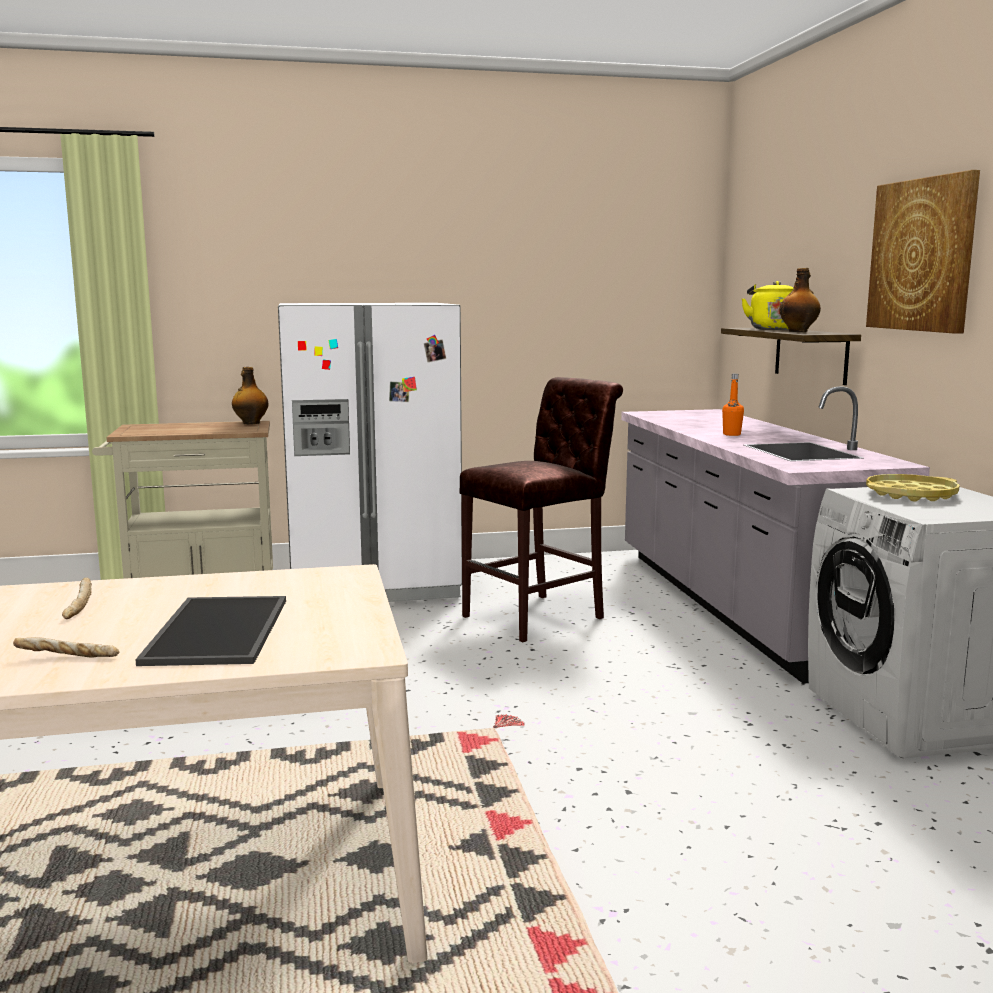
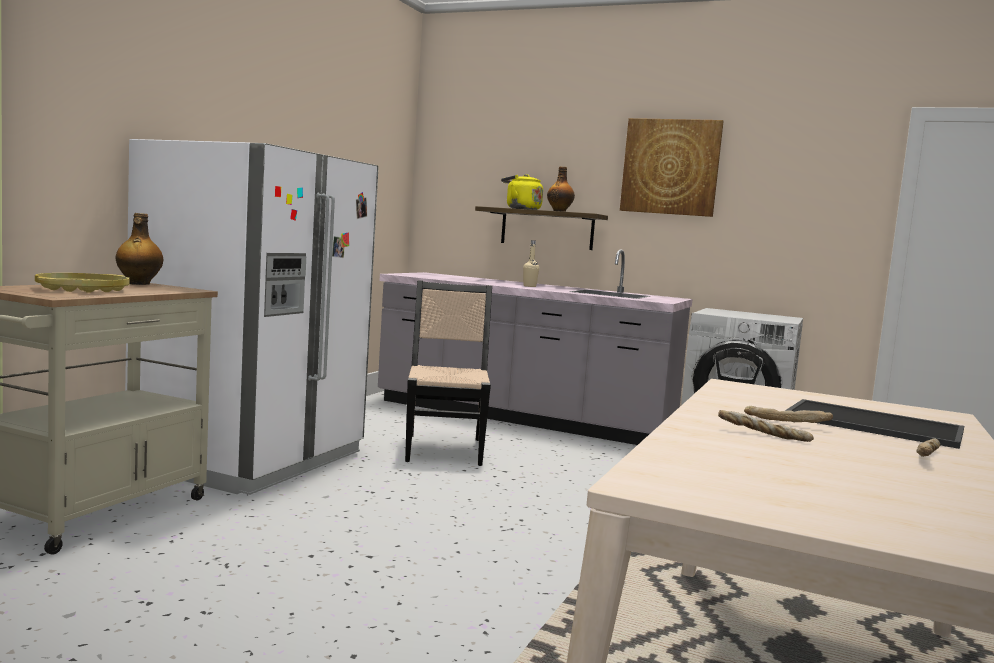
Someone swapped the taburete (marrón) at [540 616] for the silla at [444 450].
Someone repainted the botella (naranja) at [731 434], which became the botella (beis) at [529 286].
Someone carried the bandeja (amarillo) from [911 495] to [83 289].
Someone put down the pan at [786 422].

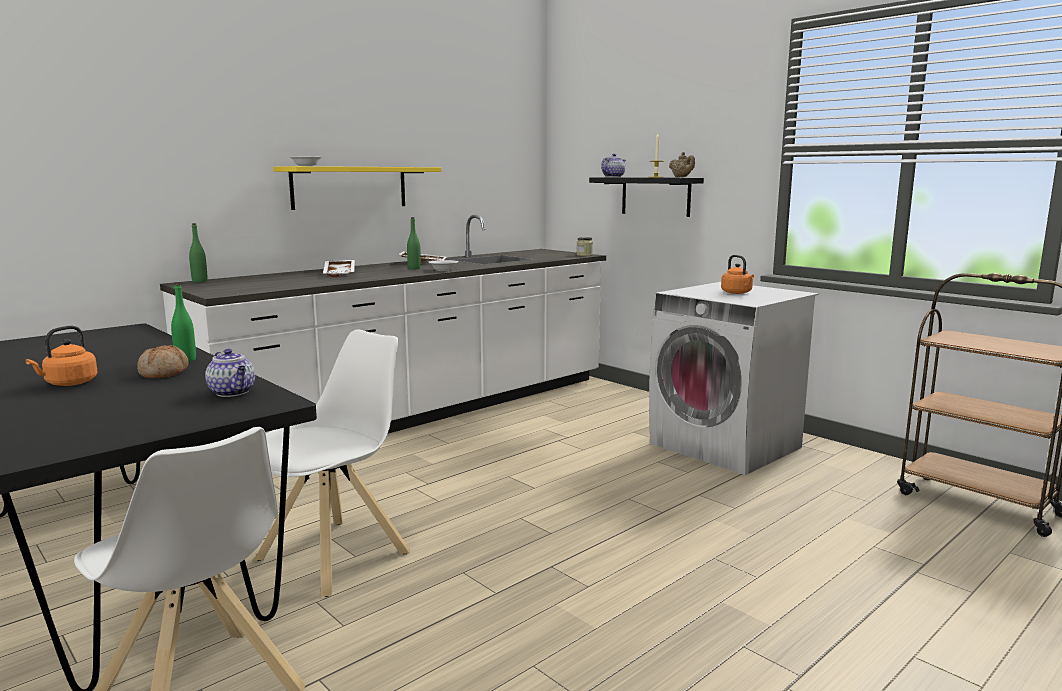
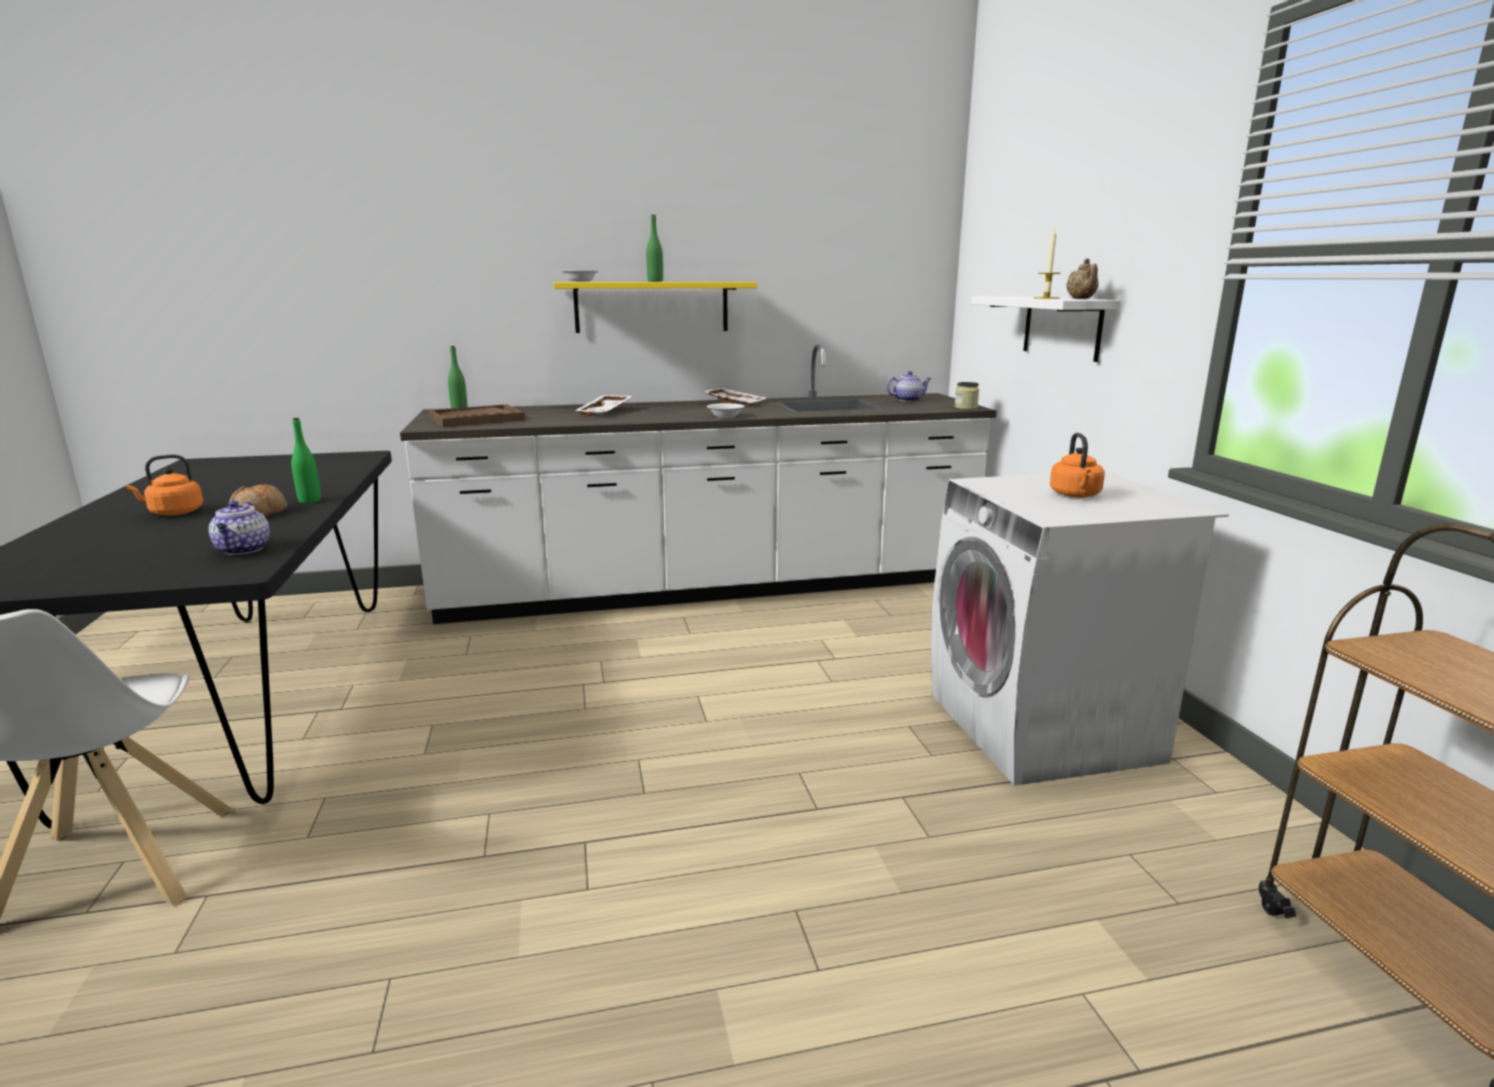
Someone took away the silla (blanco) at [337 553].
Someone carried the botella (verde) from [414 268] to [655 281].
Someone repainted the estante (negro) at [655 196], which became the estante (blanco) at [1062 327].
Someone carried the tetera from [613 177] to [908 400].
Someone put down the bandeja (marrón) at [477 419].

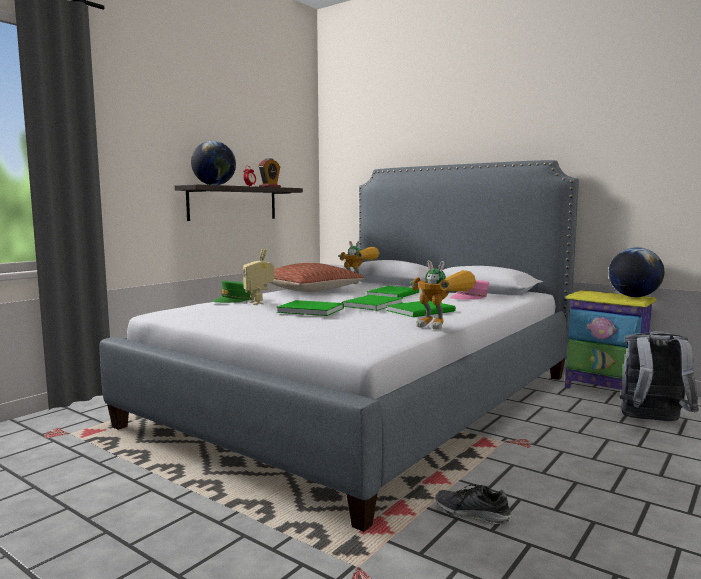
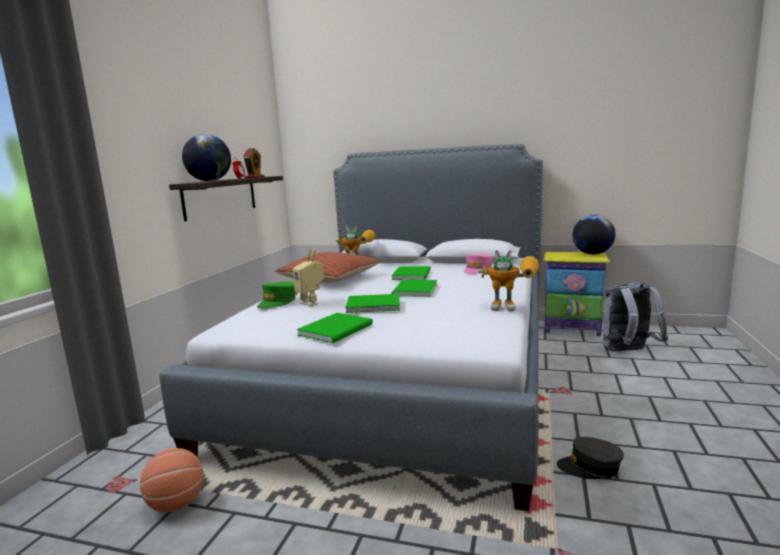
Someone carried the libro (verde) from [423 311] to [338 329].
Someone swapped the zapato at [472 513] for the gorra (gris) at [590 467].
Someone put down the balón de baloncesto at [176 504].

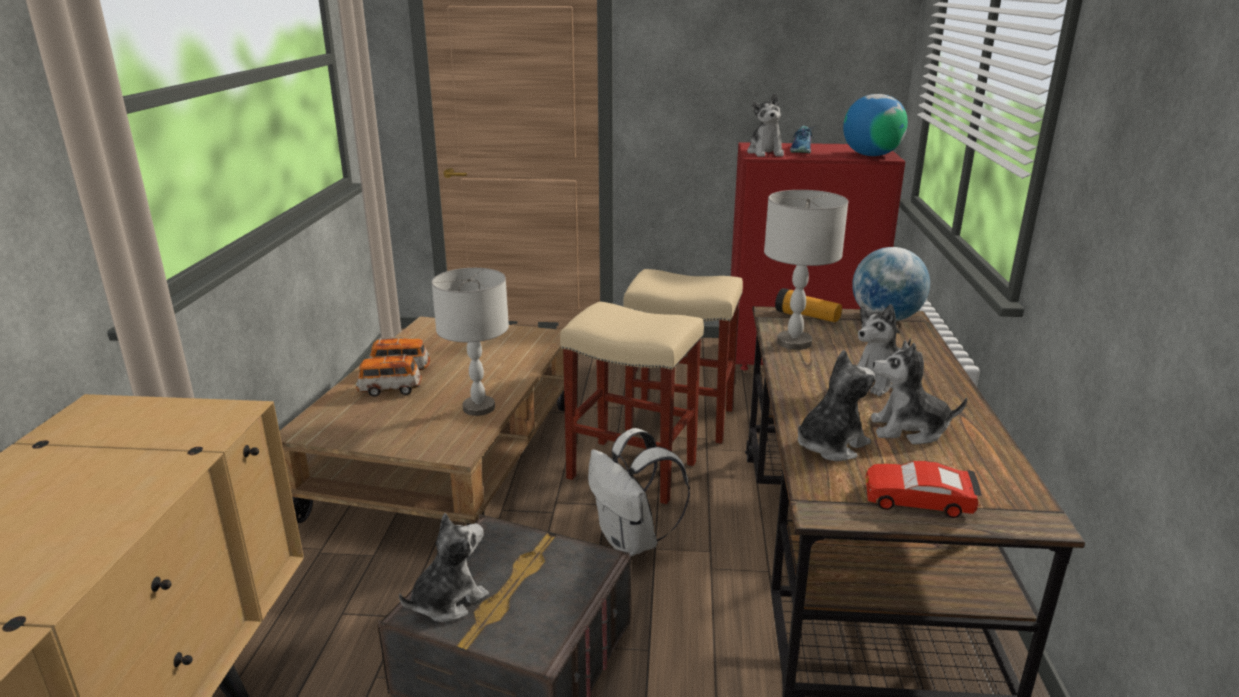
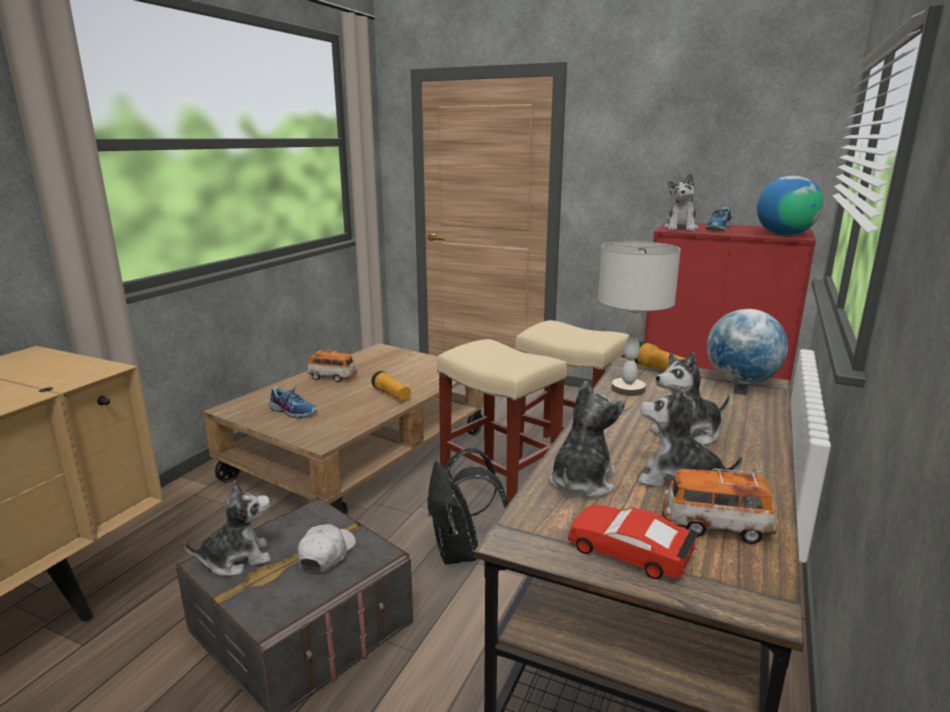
Someone carried the coche de juguete from [390 390] to [715 527].
Someone took away the lámpara de mesa (gris) at [479 407].
Someone repainted the mochila (blanco) at [632 542], which became the mochila (negro) at [461 552].
Someone rotated the peluche at [830 445] by 45 degrees counterclockwise.
Someone put down the zapato at [293 411].
Someone put down the gorra (blanco) at [326 554].
Someone put down the linterna at [391 395].

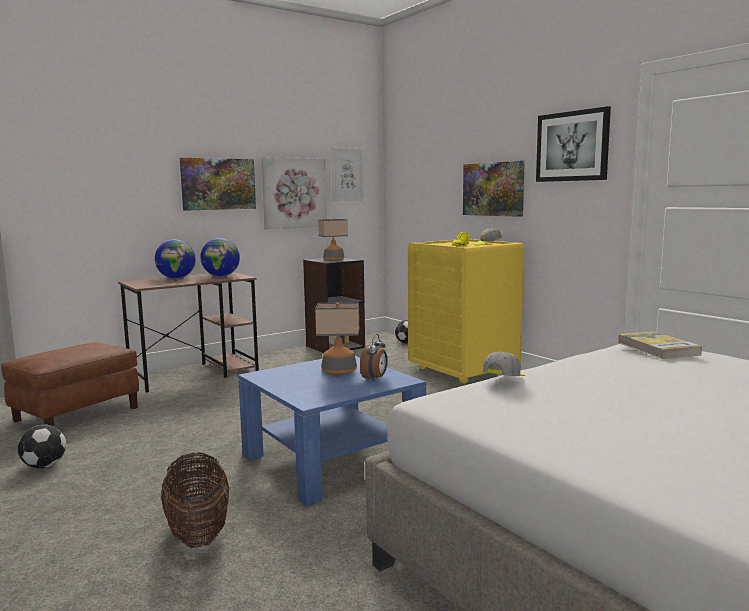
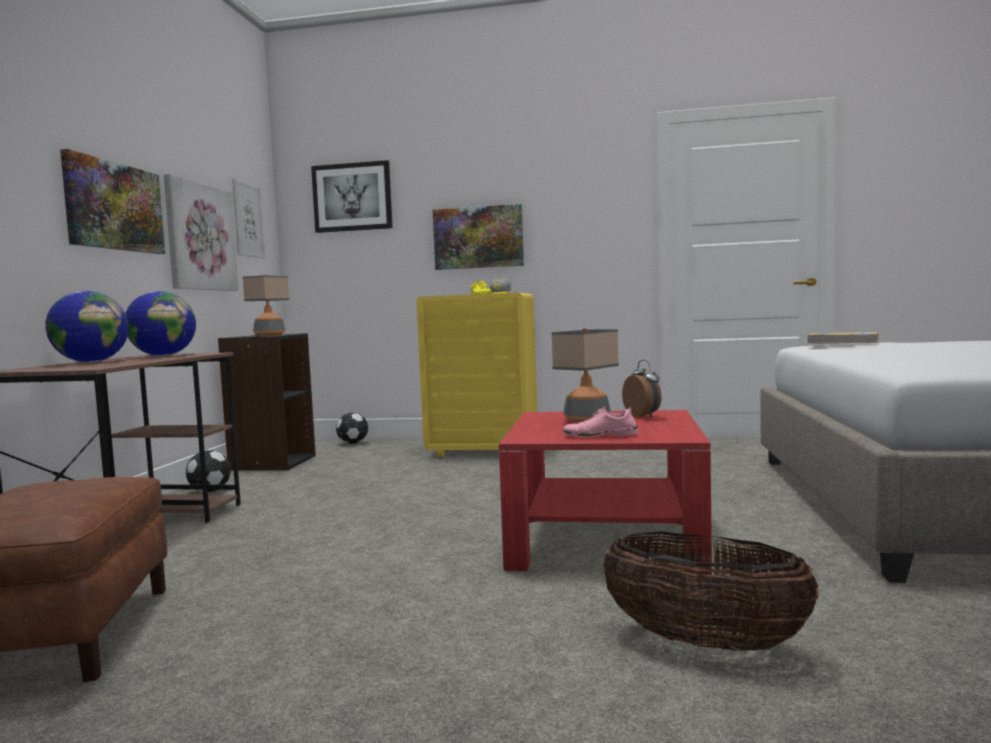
Someone carried the balón de fútbol from [44 466] to [210 491].
Someone repainted the mesa de centro (azul) at [332 460], which became the mesa de centro (rojo) at [605 538].
Someone took away the gorra at [504 380].
Someone carried the cuadro from [572 146] to [352 197].
Someone put down the zapato (rosa) at [600 435].

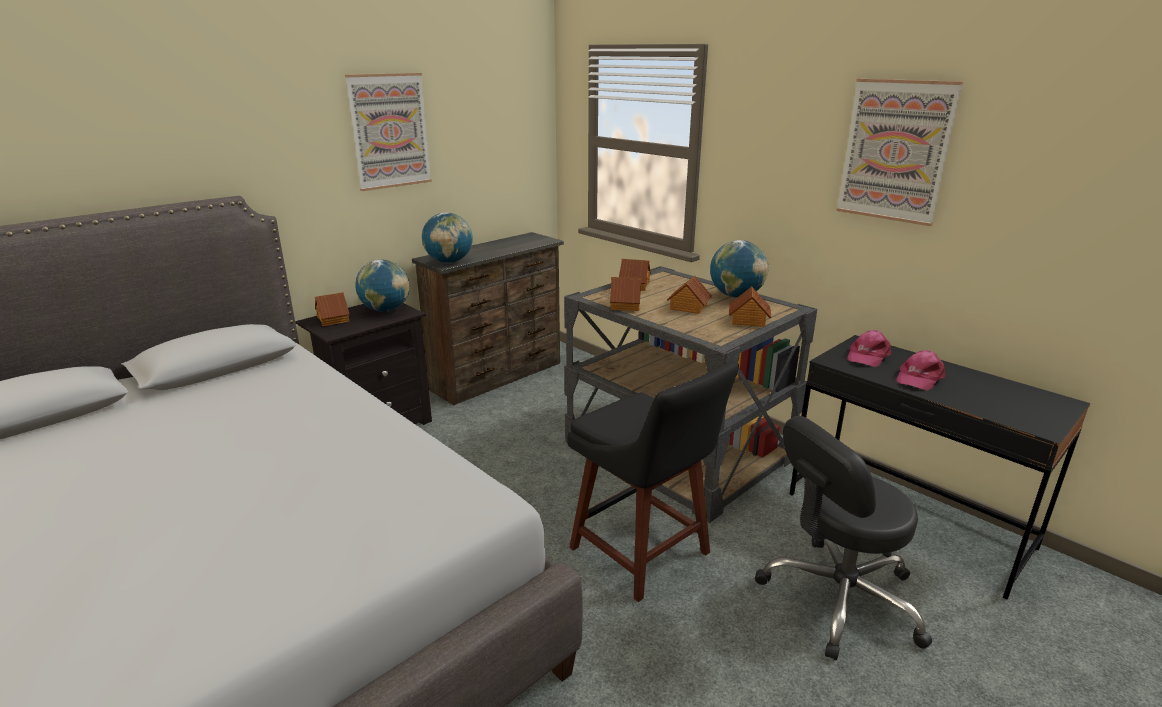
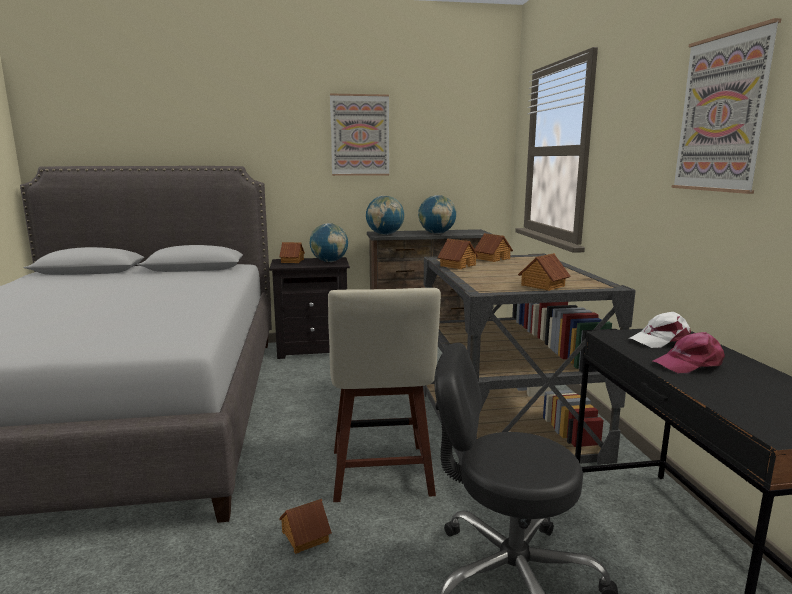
Someone repainted the taburete (negro) at [643 554], which became the taburete (beis) at [381 475].
Someone carried the casita from [688 307] to [304 536].
Someone carried the globo terráqueo from [736 296] to [436 233].
Someone repainted the gorra (rosa) at [867 356], which became the gorra (blanco) at [660 340].

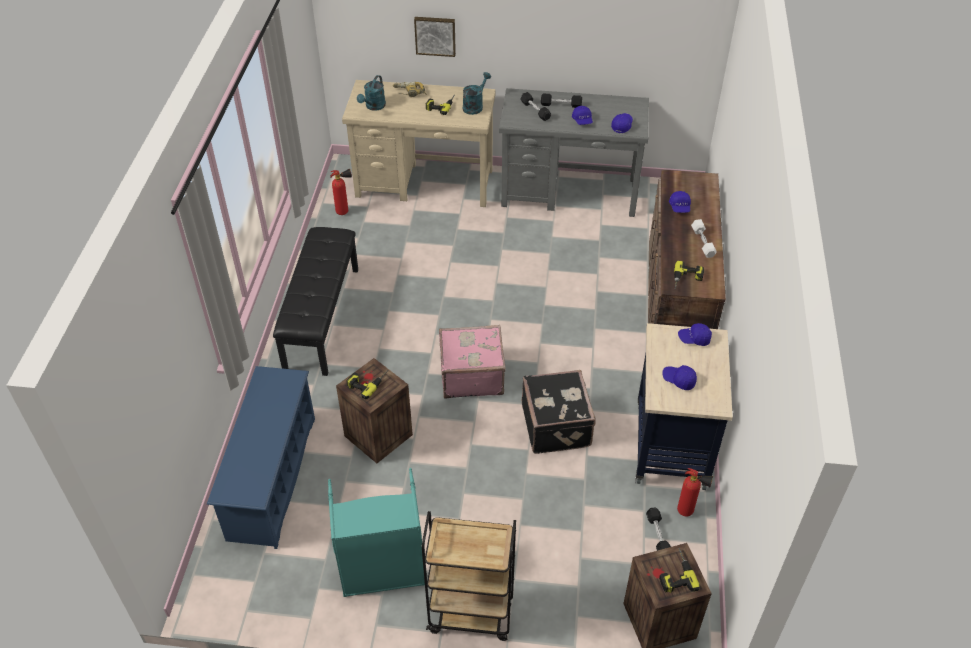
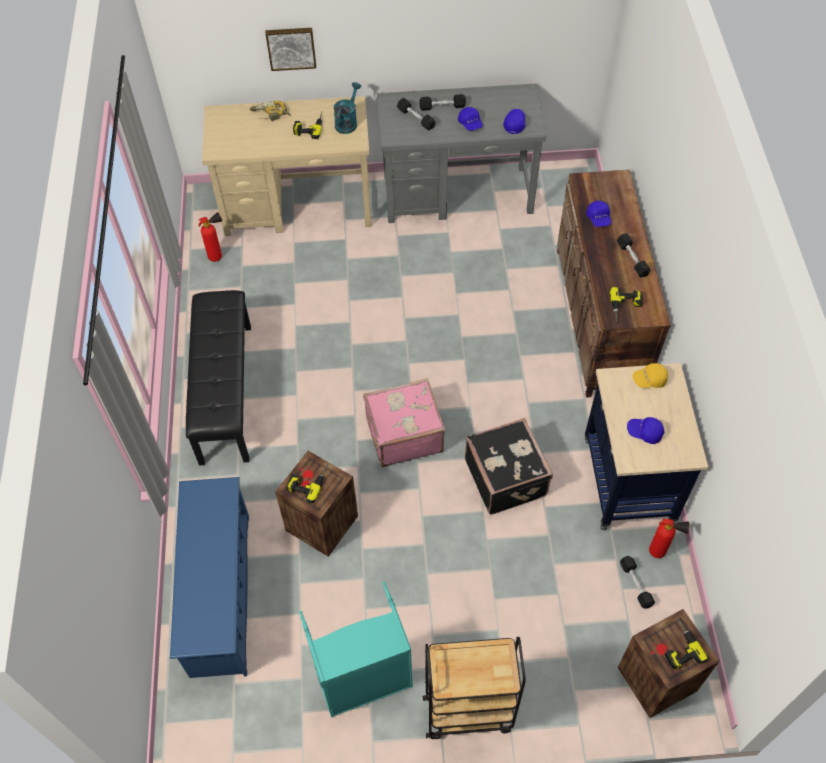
Someone took away the regadera (turquesa) at [373 107].
Someone repainted the gorra (azul) at [694 339], which became the gorra (amarillo) at [649 380].
Someone repainted the mancuerna (blanco) at [702 243], which became the mancuerna (negro) at [632 259].

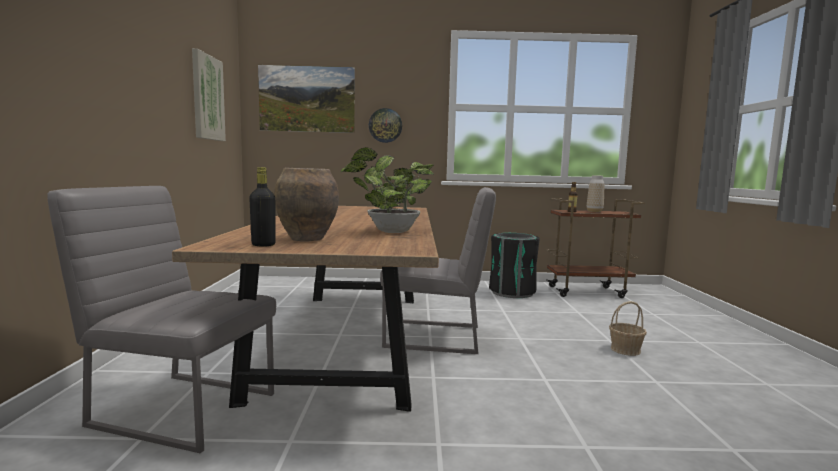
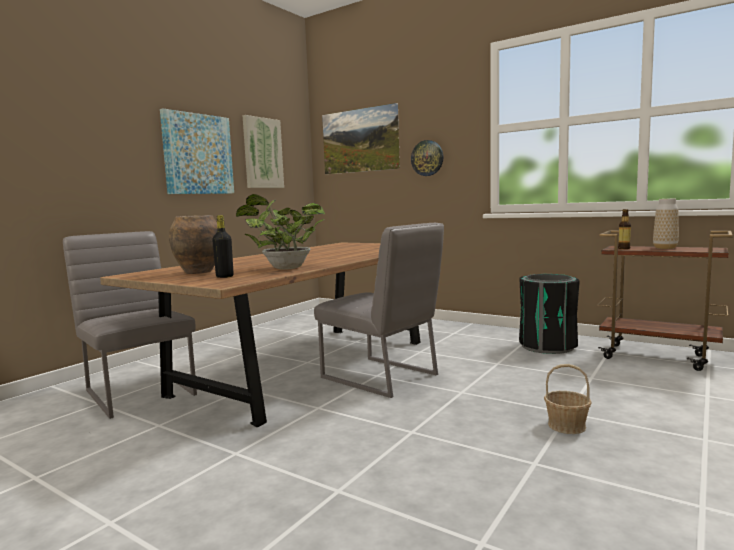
Someone carried the botella (negro) from [263 245] to [224 276].
Someone put up the cuadro at [198 154].

